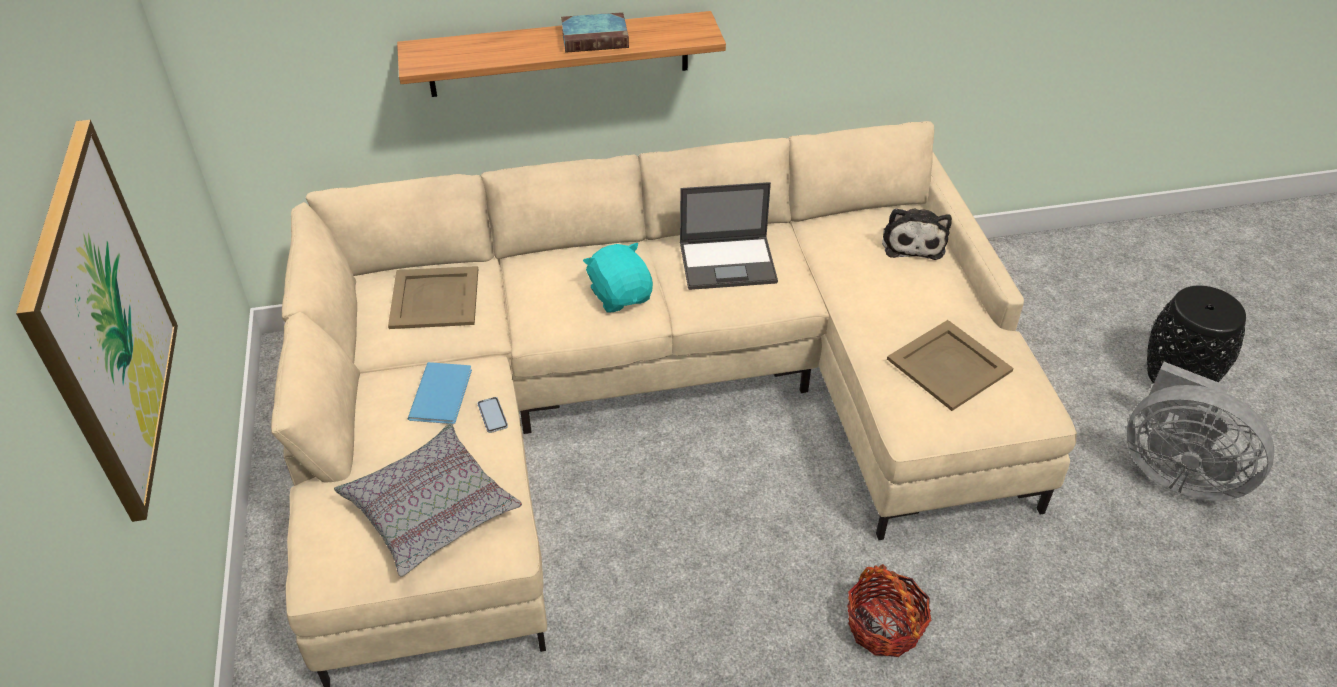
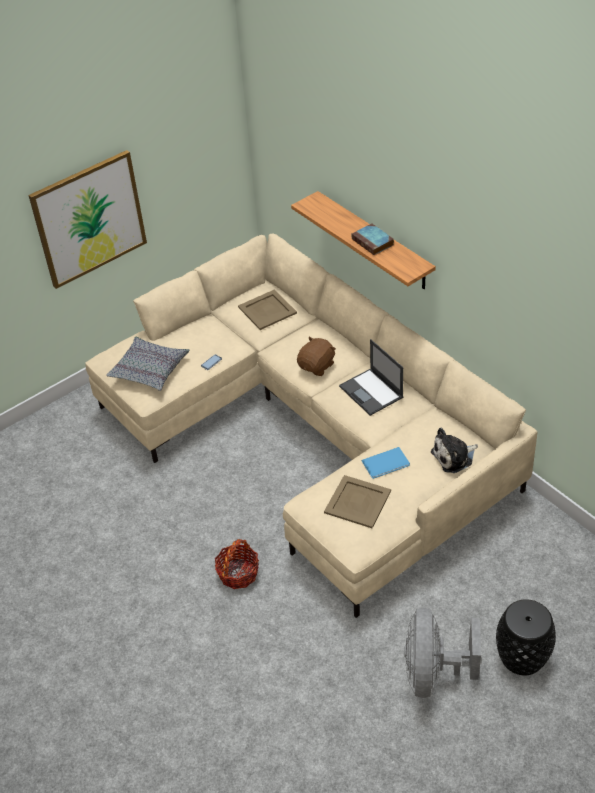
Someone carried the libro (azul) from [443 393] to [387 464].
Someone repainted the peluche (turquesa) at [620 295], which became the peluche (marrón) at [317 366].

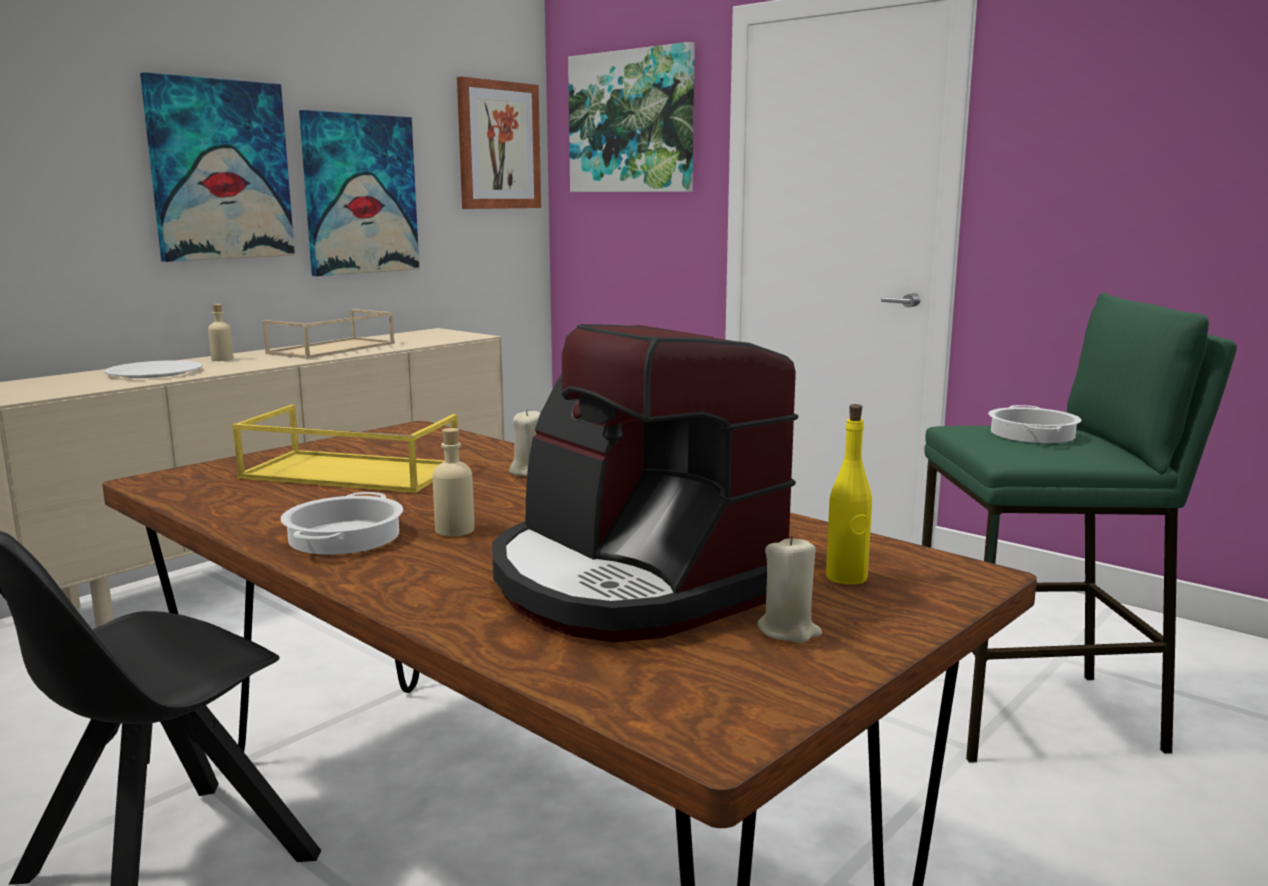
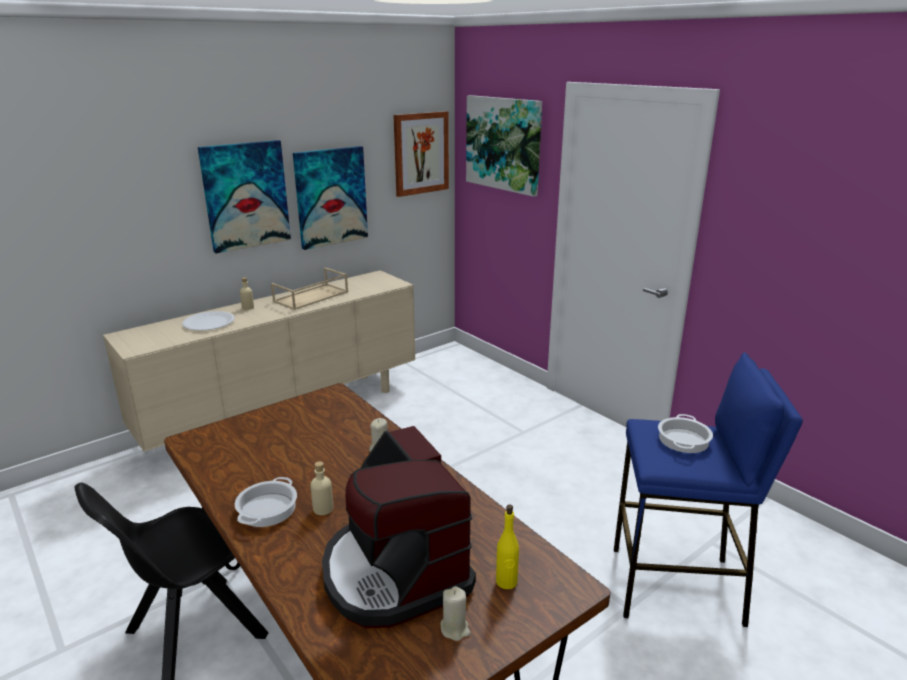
Someone took away the bandeja (amarillo) at [347 472].
Someone repainted the taburete (verde) at [1035 715], which became the taburete (azul) at [677 587].

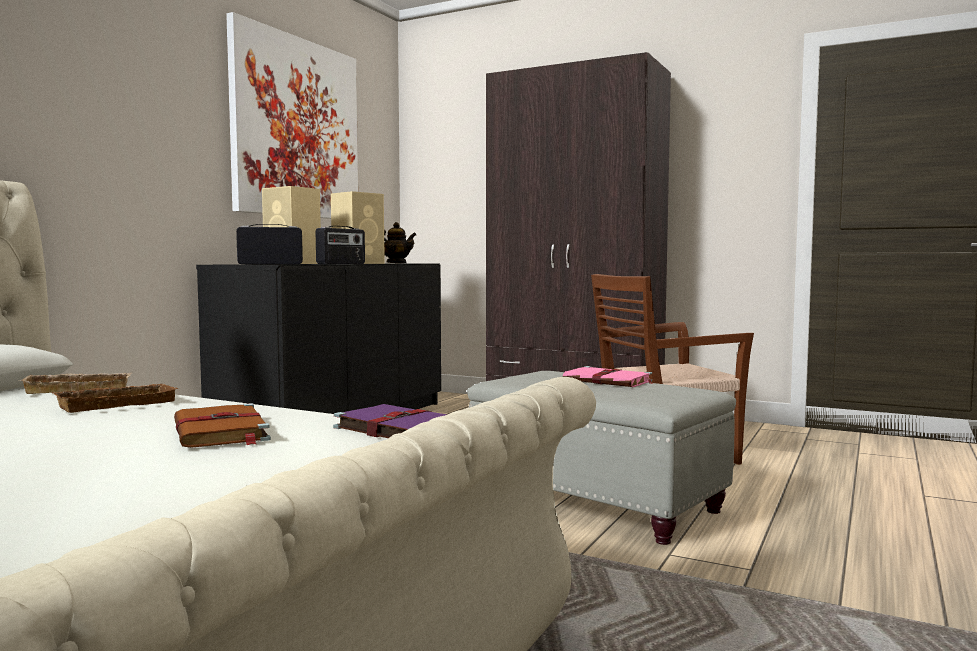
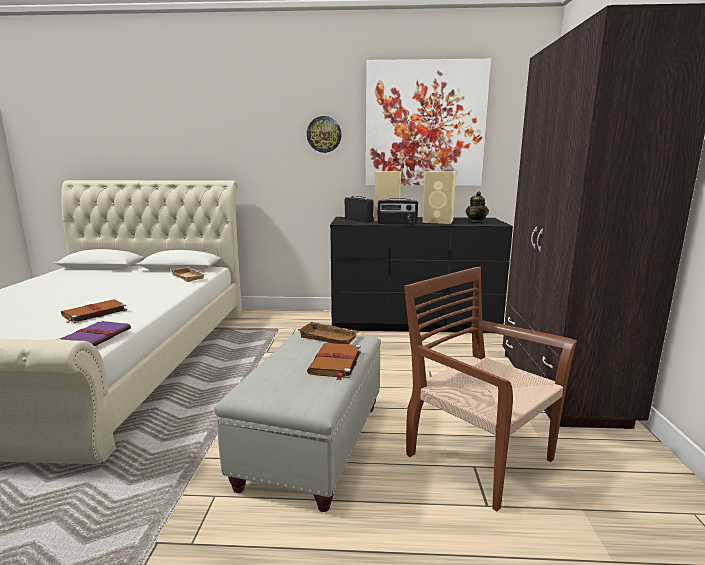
Someone carried the bandeja (marrón) from [117 403] to [330 337].
Someone repainted the libro (rosa) at [609 381], which became the libro (marrón) at [335 363].
Someone put up the reloj de pared at [324 134].

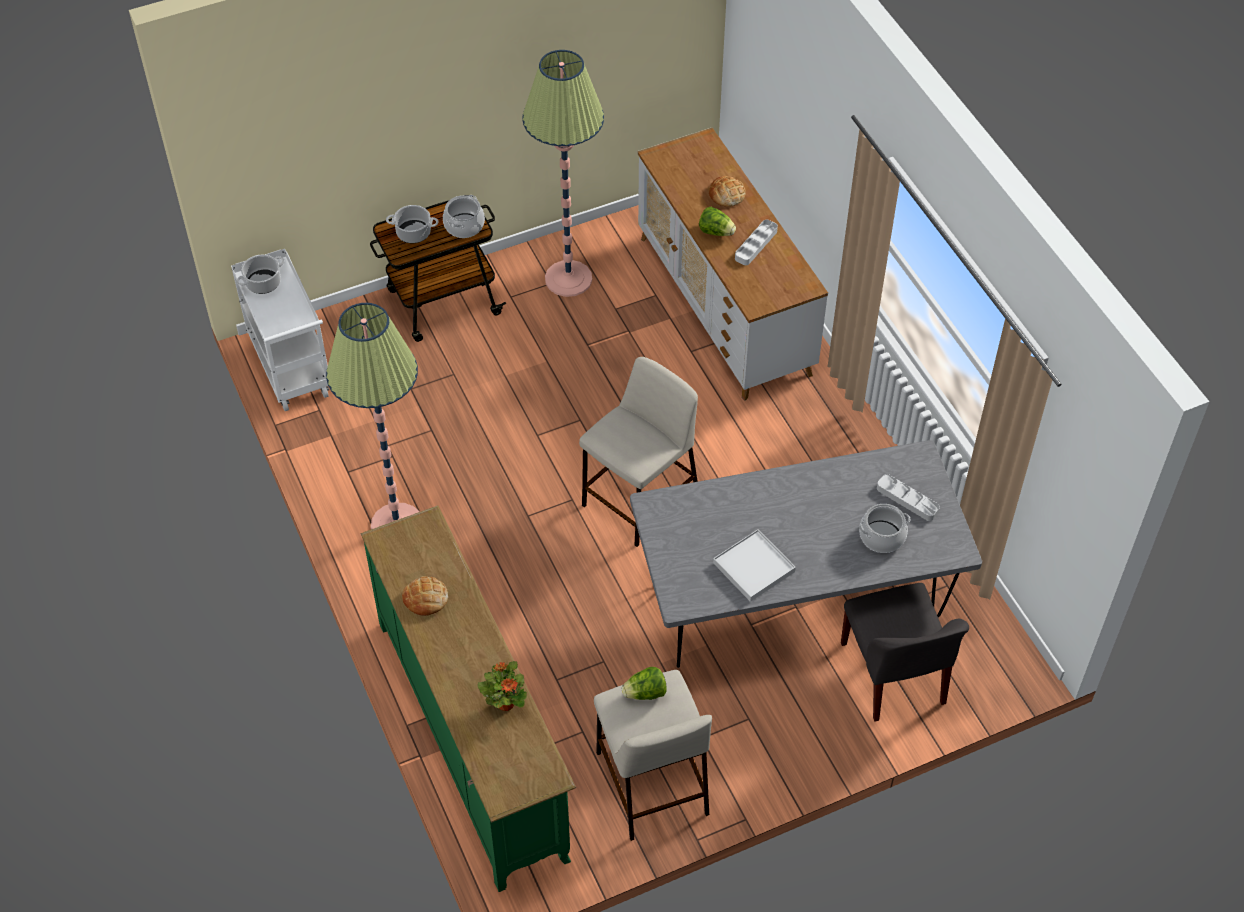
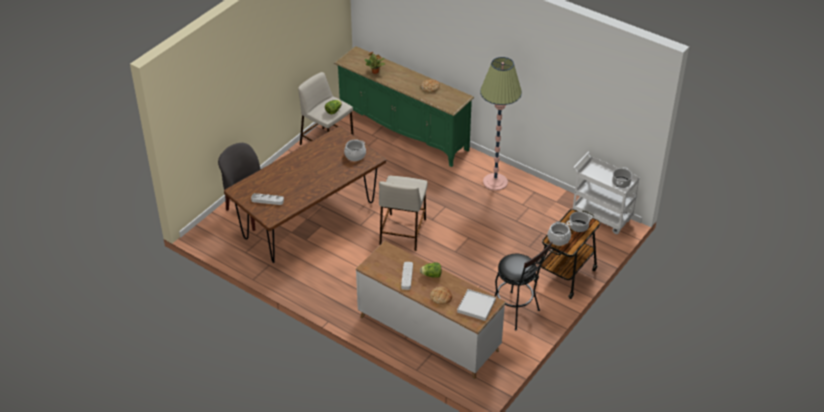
Someone swapped the lámpara de pie at [568 279] for the taburete (negro) at [517 313].
Someone repainted the mesa de comedor (gris) at [793 603], which became the mesa de comedor (marrón) at [309 220].
Someone carried the bandeja (blanco) from [753 567] to [476 306].
Someone carried the olla from [882 536] to [355 155].

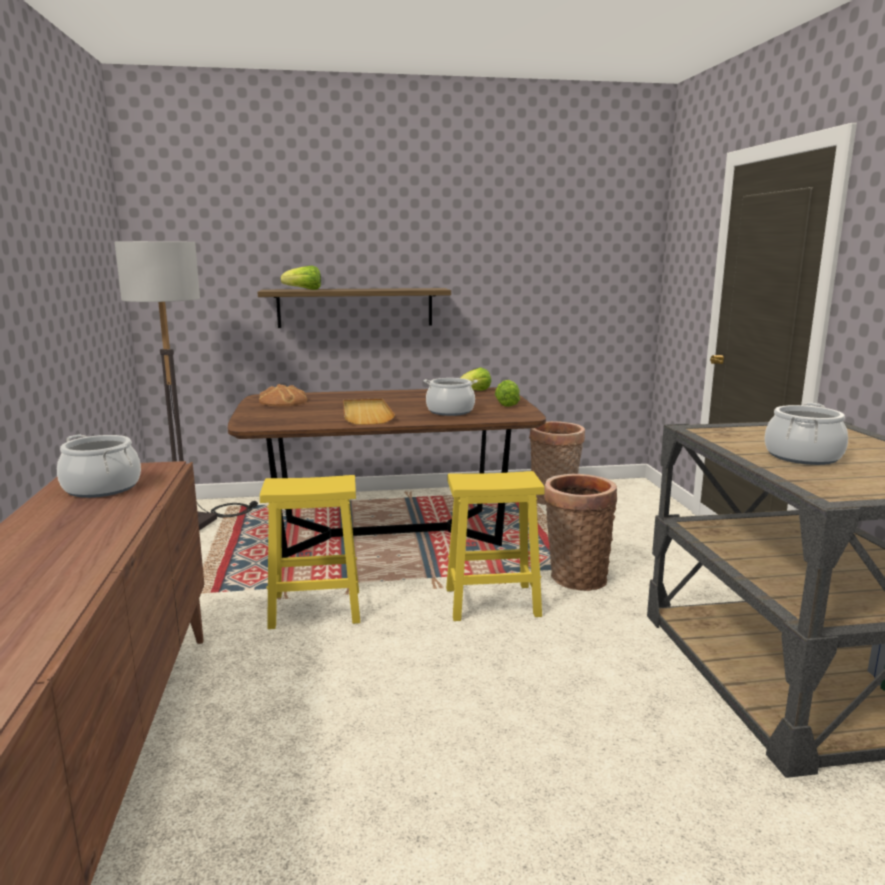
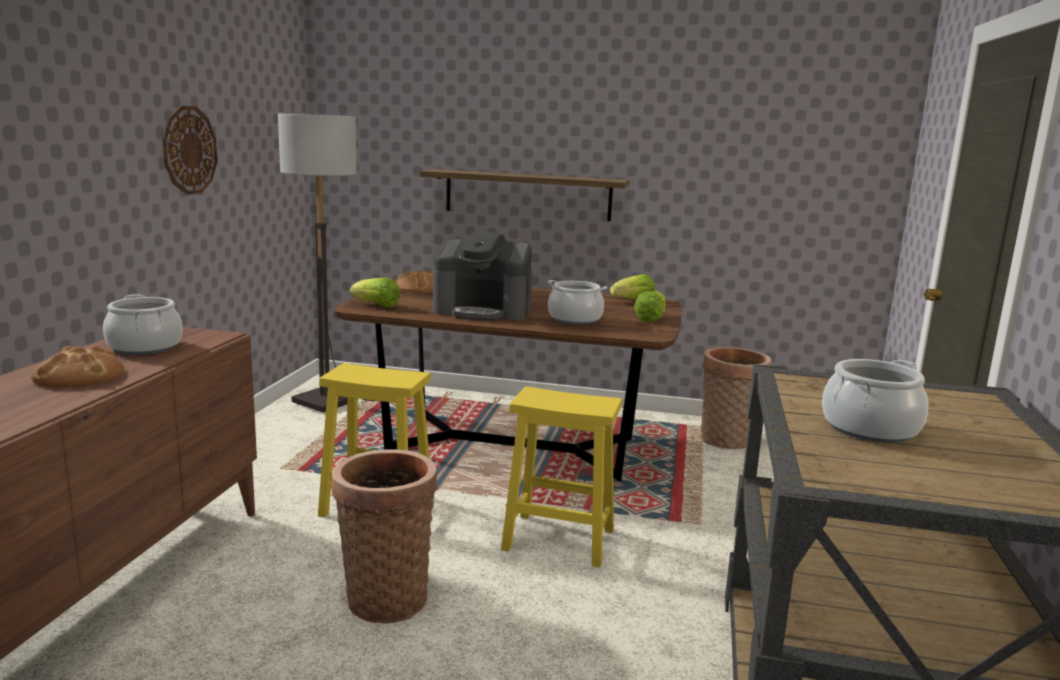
Someone carried the lechuga from [304 289] to [377 306].
Someone swapped the bandeja (beis) at [366 414] for the cafetera at [483 311].
Someone carried the cesta from [575 577] to [385 597].
Someone put down the pan at [79 375].
Someone put up the reloj de pared at [189 150].

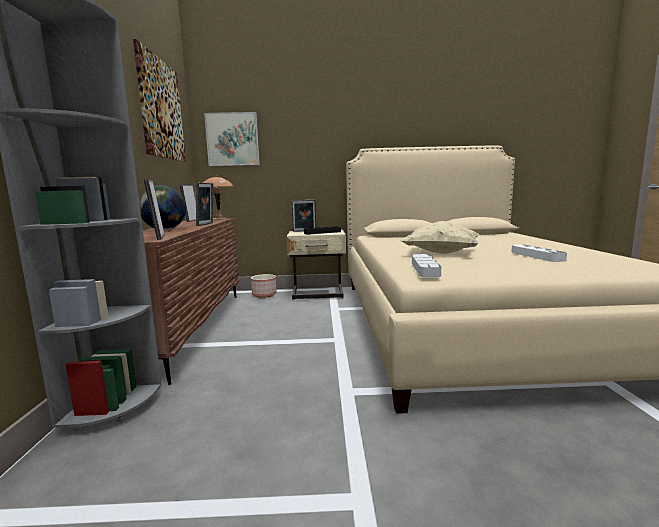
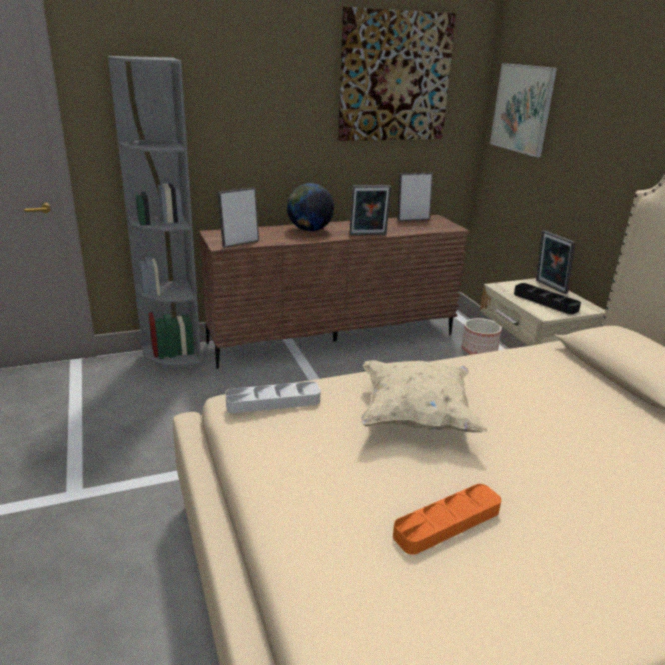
Someone took away the lámpara de mesa (marrón) at [219 219].
Someone repainted the bandeja (blanco) at [536 256], which became the bandeja (naranja) at [447 523].

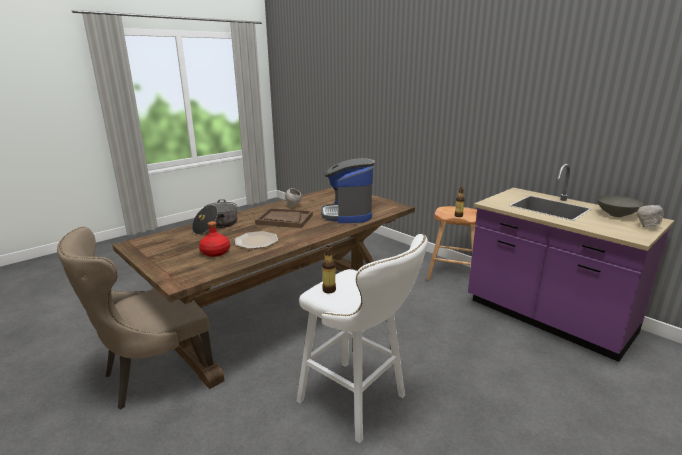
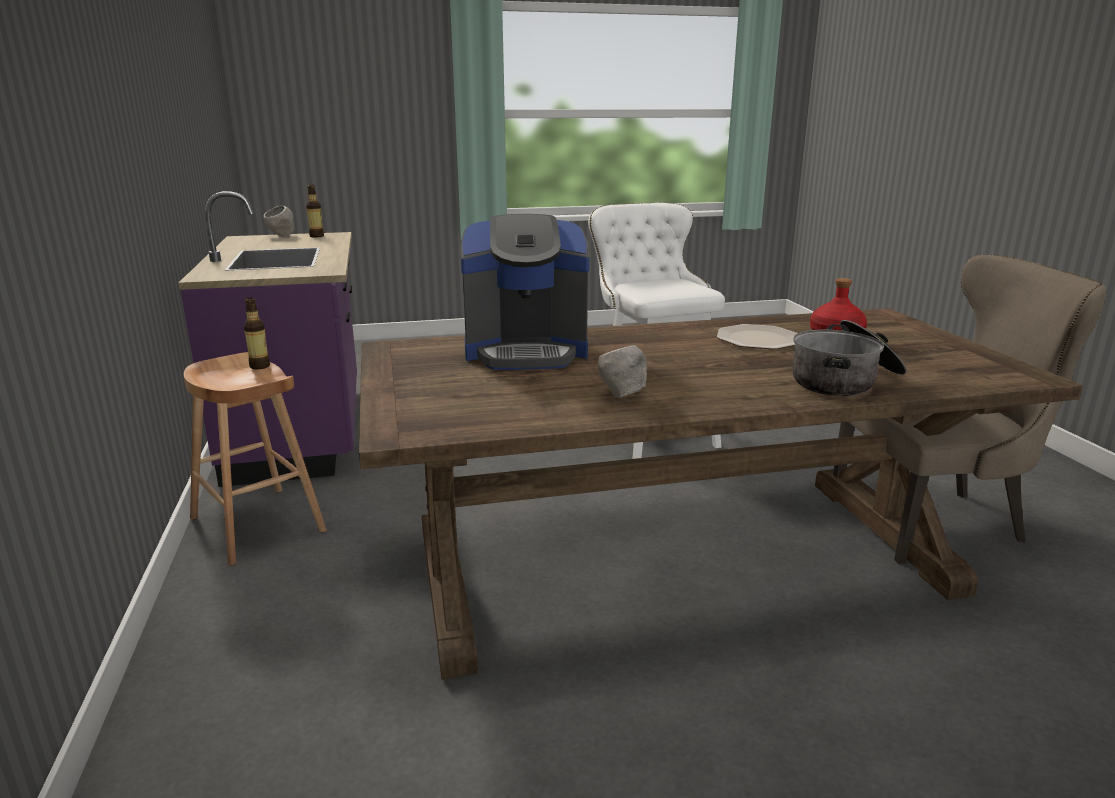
Someone took away the bandeja (marrón) at [284 219].
Someone rotated the cafetera at [347 214] by 60 degrees clockwise.
Someone carried the botella from [329 290] to [316 236].
Someone took away the cuenco (gris) at [615 215].

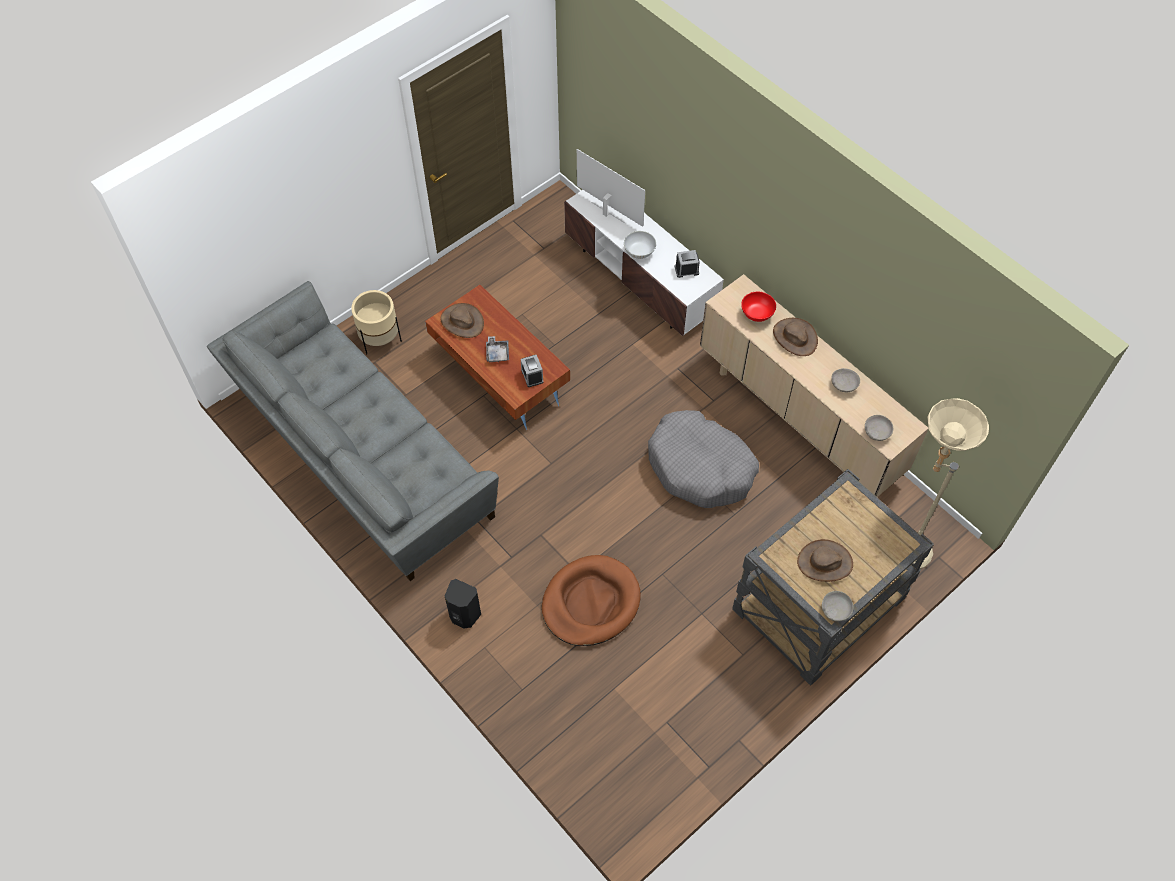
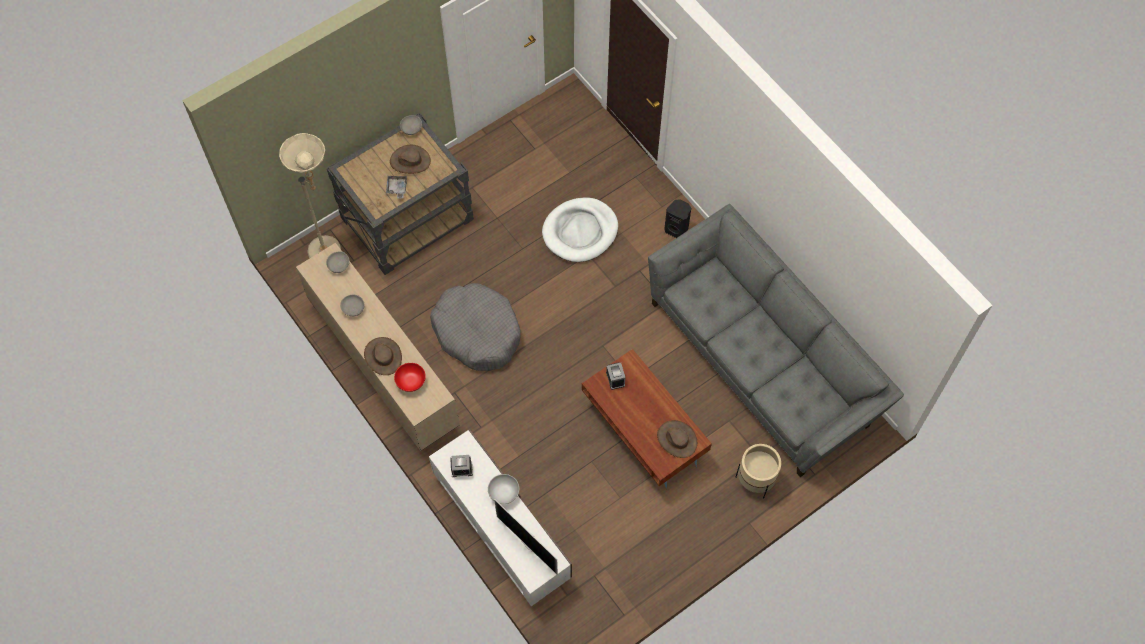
Someone carried the bandeja (gris) from [497 353] to [397 188].
Someone repainted the cama para perro (marrón) at [590 602], which became the cama para perro (blanco) at [580 231].

